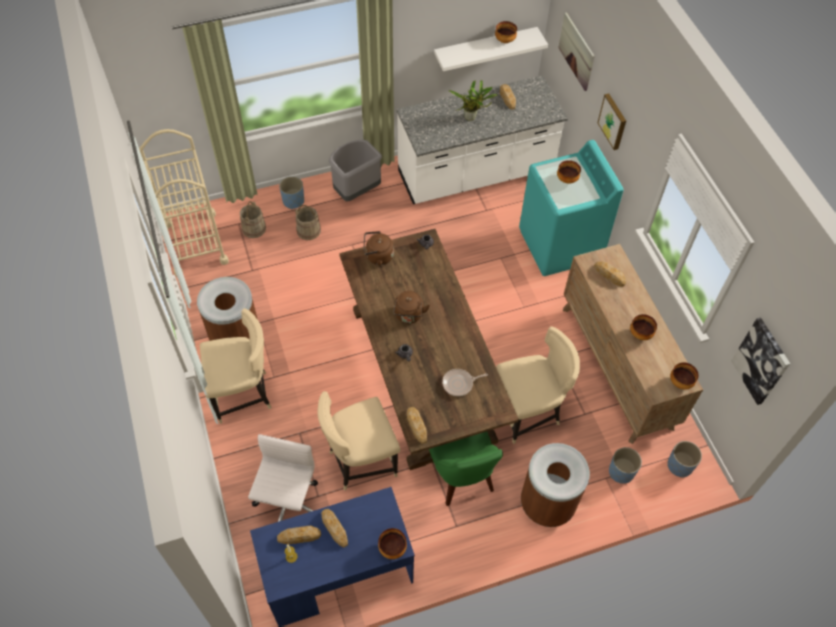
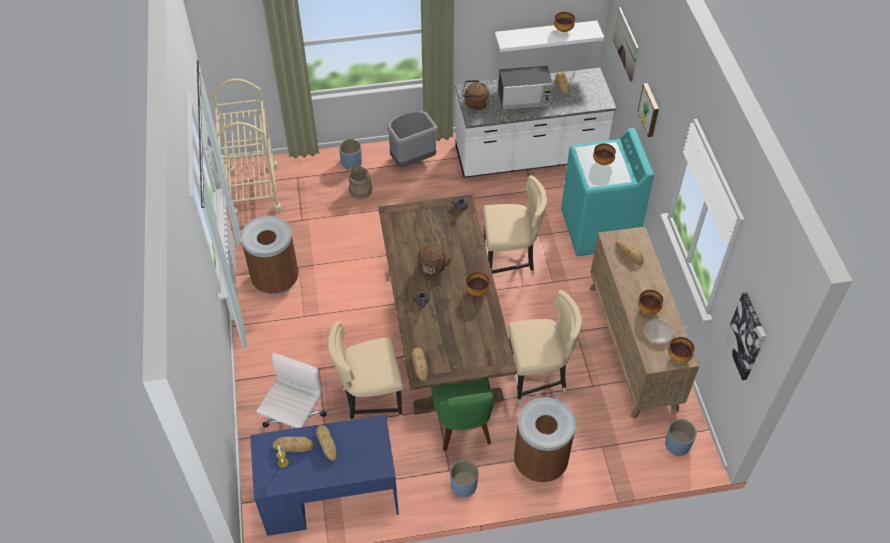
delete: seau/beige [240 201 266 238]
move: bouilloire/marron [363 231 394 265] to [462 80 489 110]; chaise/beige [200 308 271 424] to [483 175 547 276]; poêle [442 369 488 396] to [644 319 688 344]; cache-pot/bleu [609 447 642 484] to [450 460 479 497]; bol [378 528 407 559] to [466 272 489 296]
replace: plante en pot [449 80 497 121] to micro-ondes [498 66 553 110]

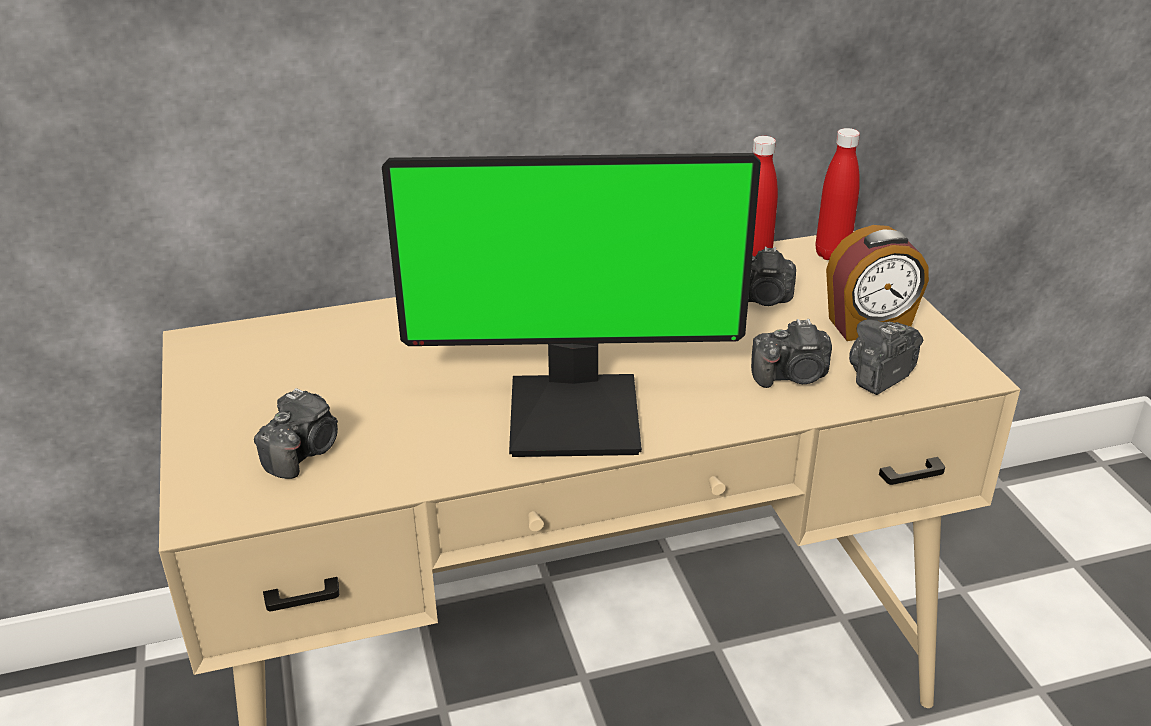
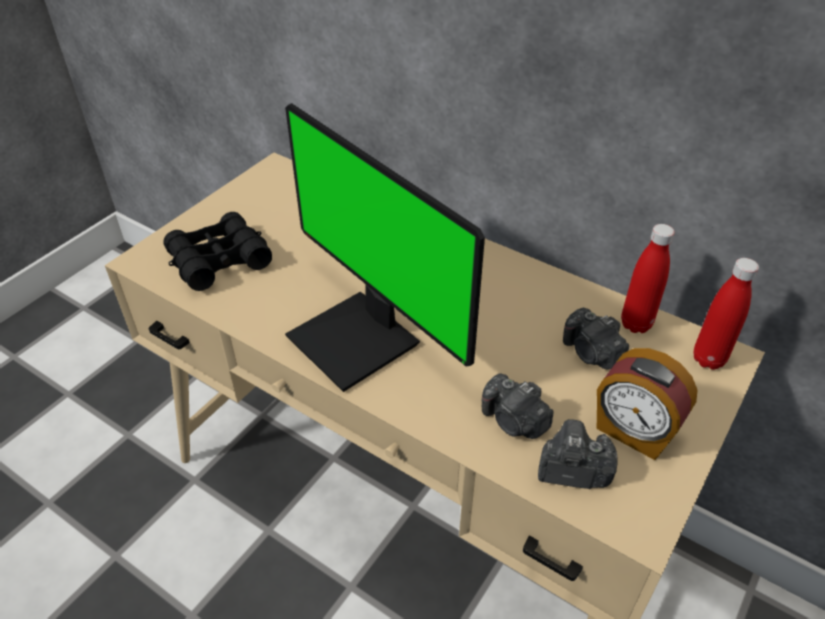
replace: appareil photo [254 388 338 479] to jumelles/noir [163 212 272 291]

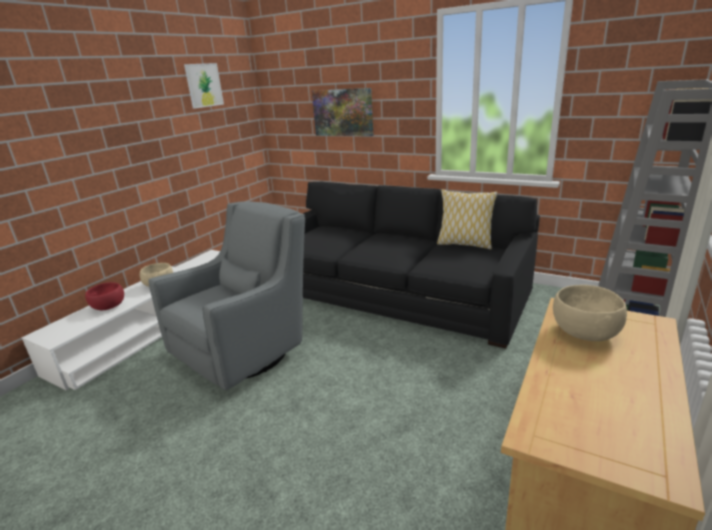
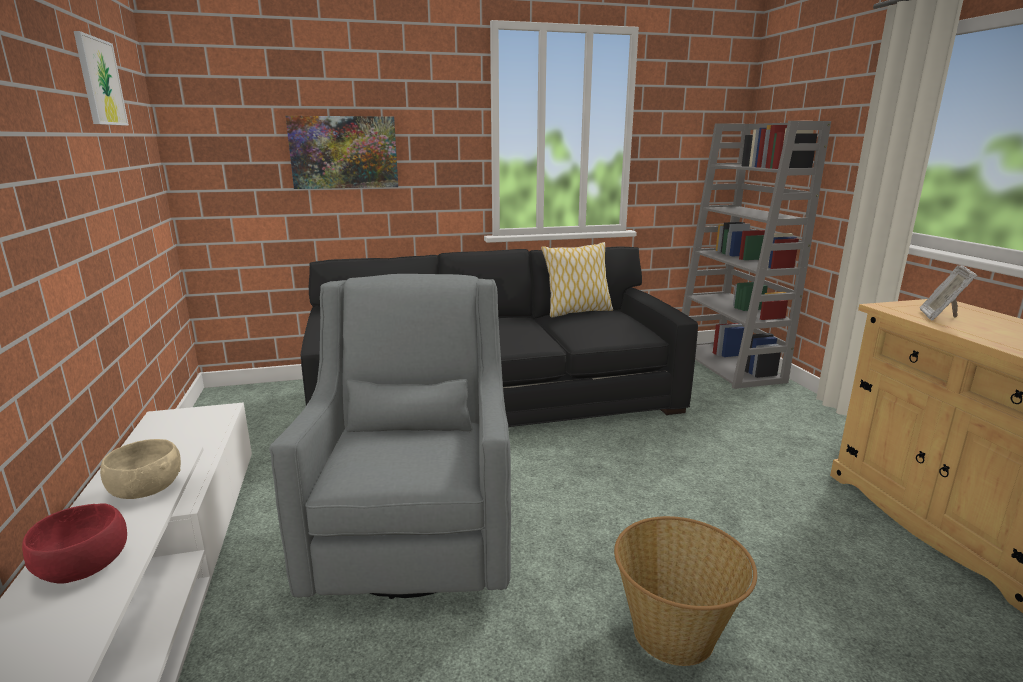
insert: panier [614 516 757 666]
replace: bol/beige [553 285 627 341] to cadre photo [920 265 977 320]

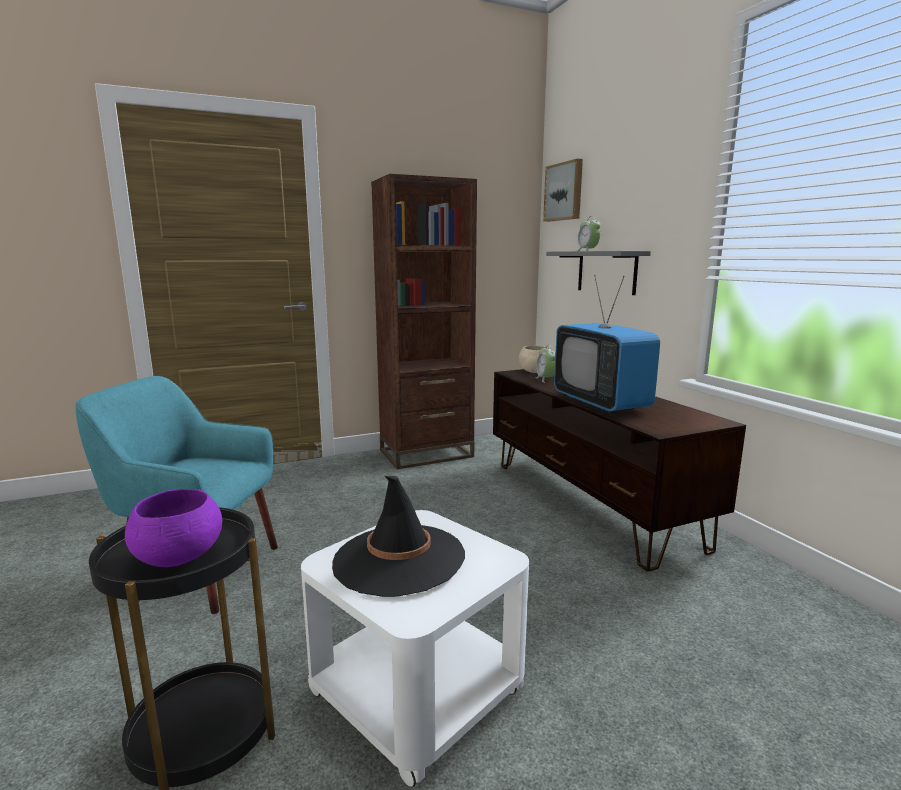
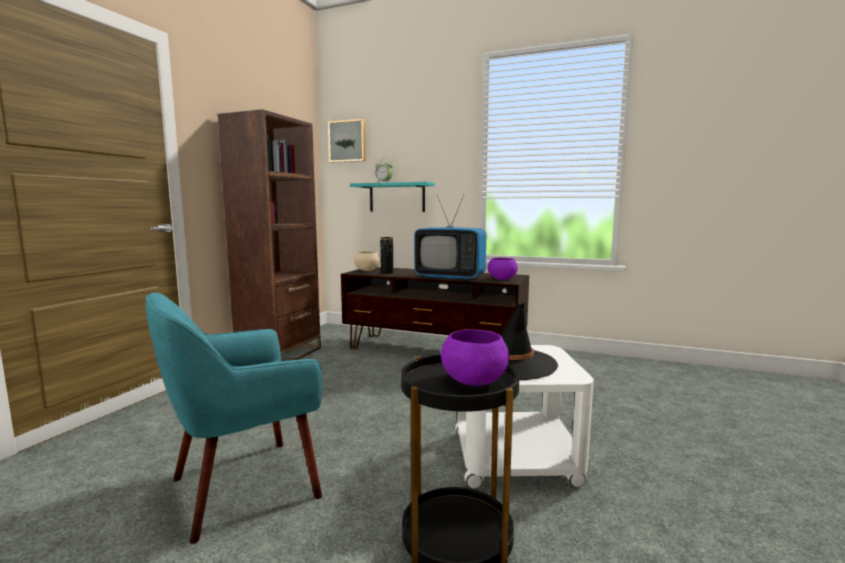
insert: bol/violet [487 258 518 280]
replace: réveil [535 345 556 383] to vase/noir [380 237 393 274]
recolor: étagère/gris [546 251 651 295] to étagère/turquoise [350 182 435 212]

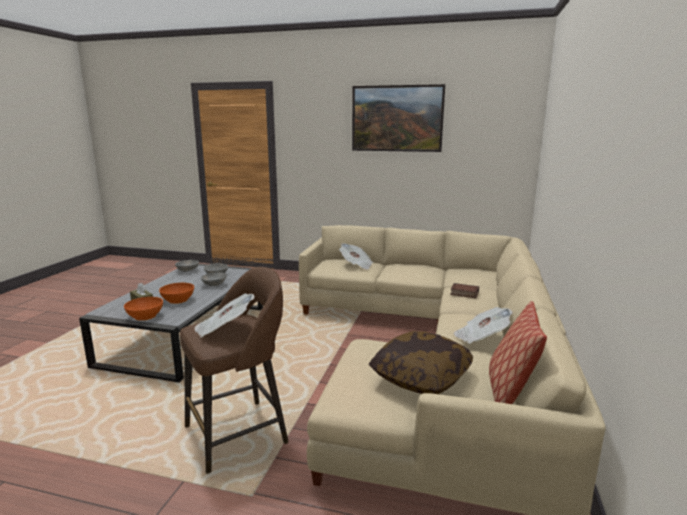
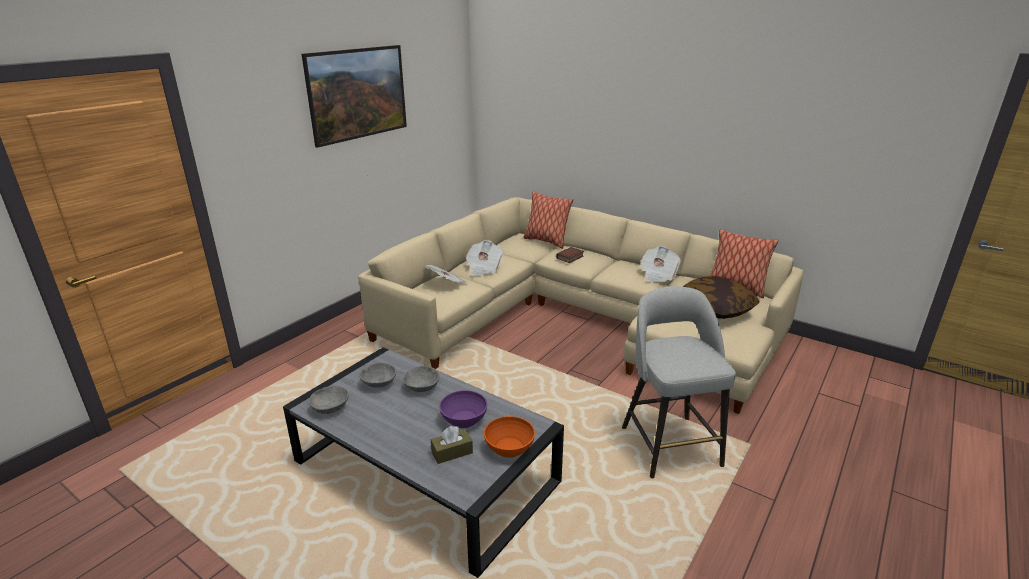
insert: coussin [523 191 573 249]
move: journal [194 293 254 338] to [466 240 504 276]
recolor: tabouret/marron [180 267 289 474] to tabouret/gris [622 286 736 478]; bol/orange [159 283 194 304] to bol/violet [439 390 487 428]

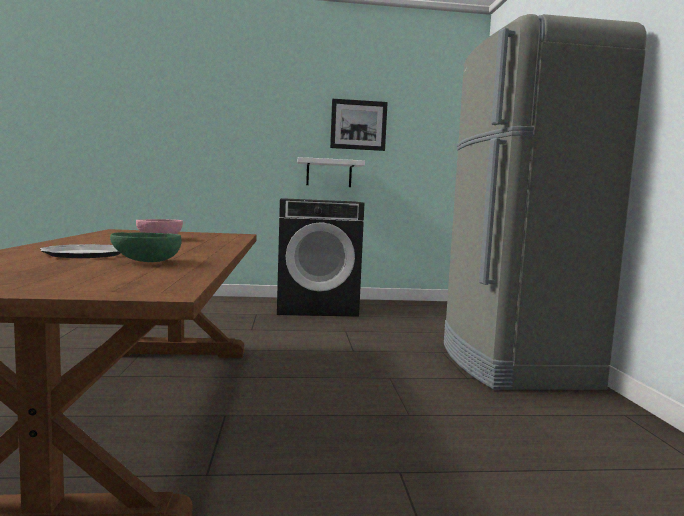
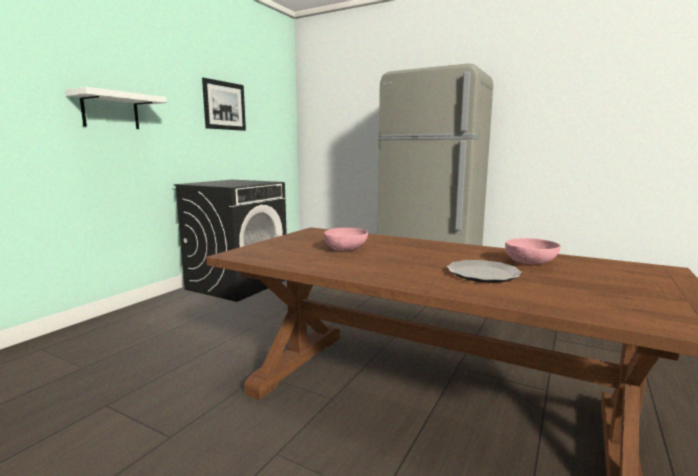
move: étagère/blanc [297 157 365 187] to [65 87 167 129]
recolor: bol/vert [110 232 181 262] to bol/rose [505 238 561 264]

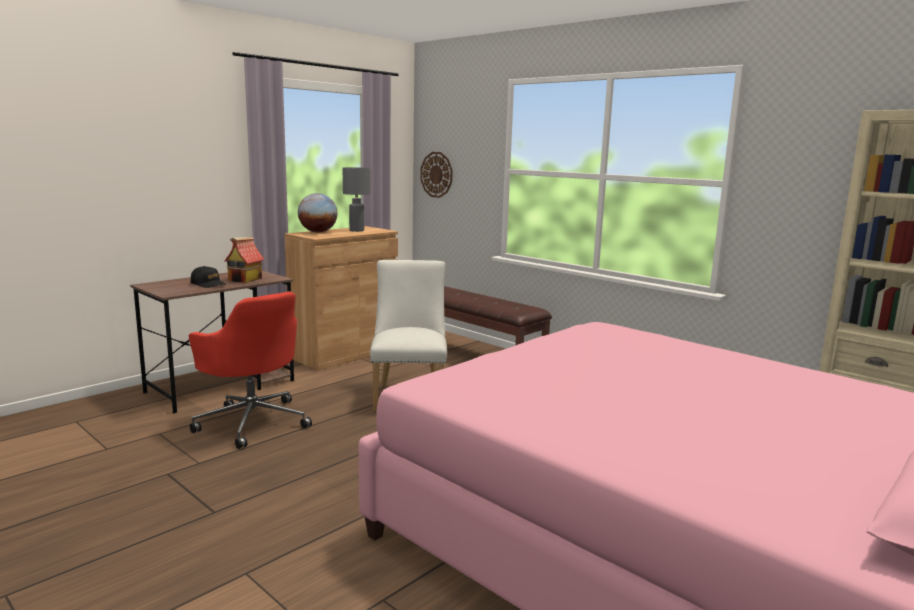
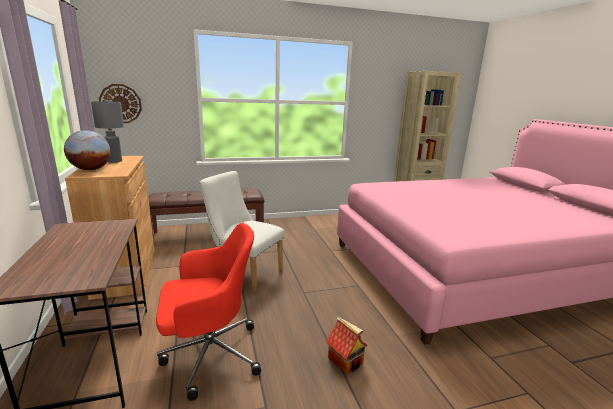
delete: casquette/noir [191 266 226 288]
move: maison miniature [225 237 265 283] to [326 316 367 374]

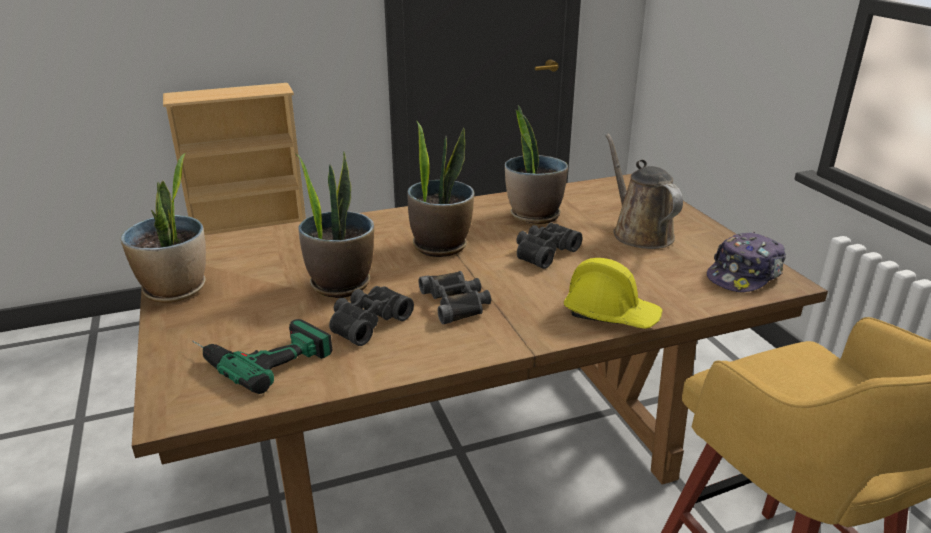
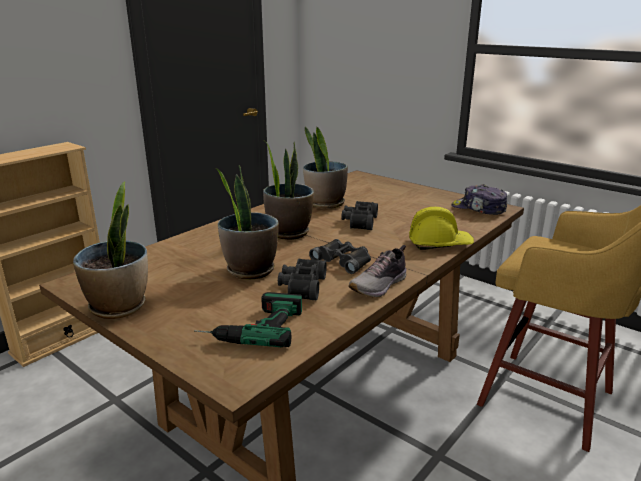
delete: arrosoir/marron [605 134 683 249]
insert: chaussure [348 245 406 297]
rotate: casquette [707 232 786 292] = [451 184 507 215] 105 degrees clockwise

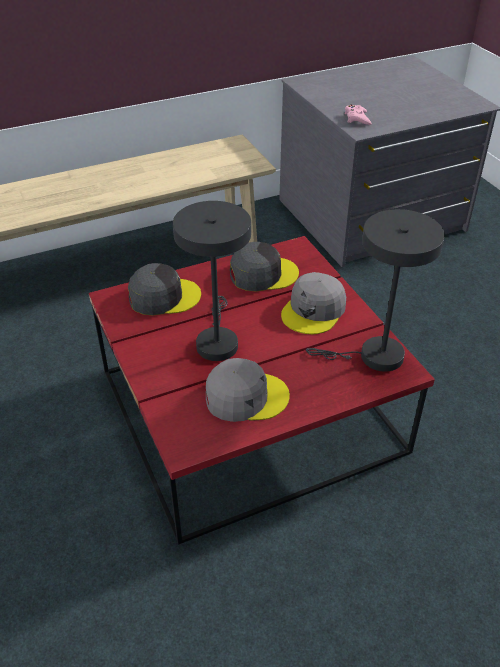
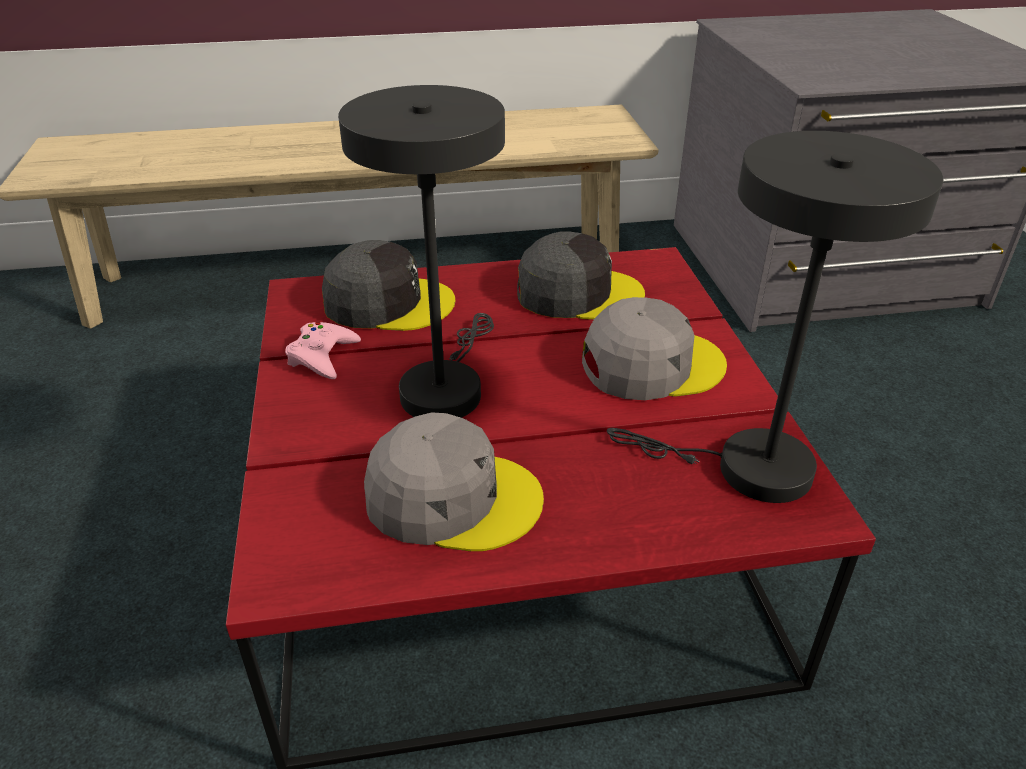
move: manette/rose [345 105 372 125] to [285 322 361 379]
rotate: casquette/gris [281 272 346 334] = [582 297 727 400] 150 degrees counterclockwise

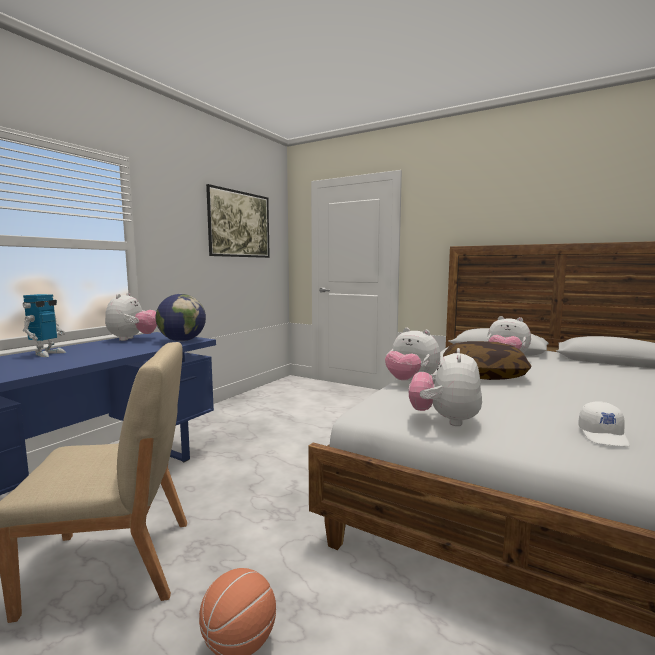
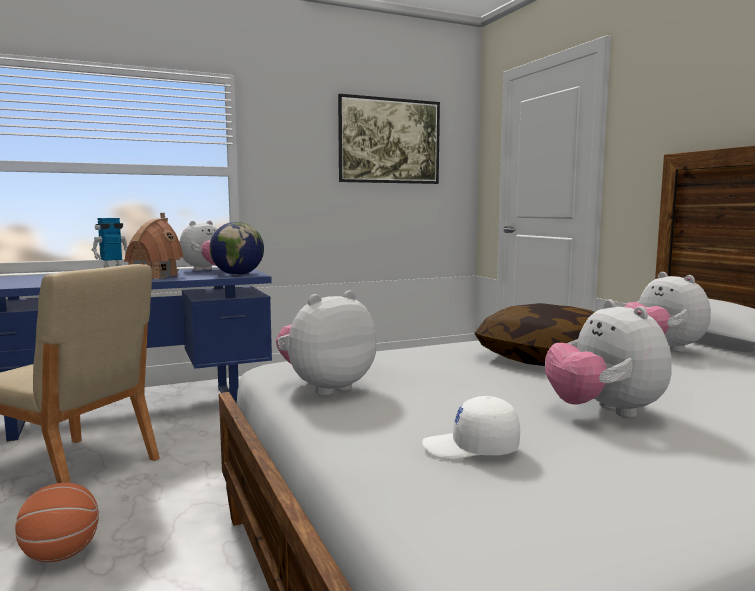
insert: maison miniature [124 213 183 279]
move: peluche [385 328 440 381] to [545 299 672 418]
rotate: casquette/blanc [578 401 630 446] = [422 396 520 459] 45 degrees clockwise

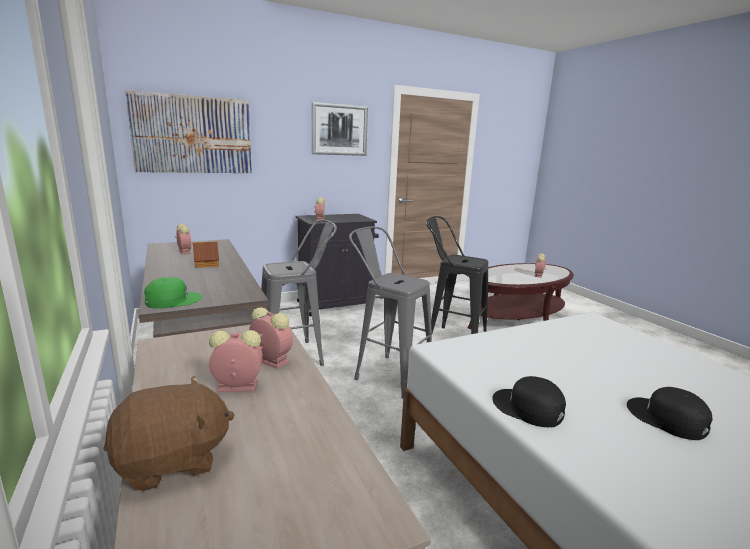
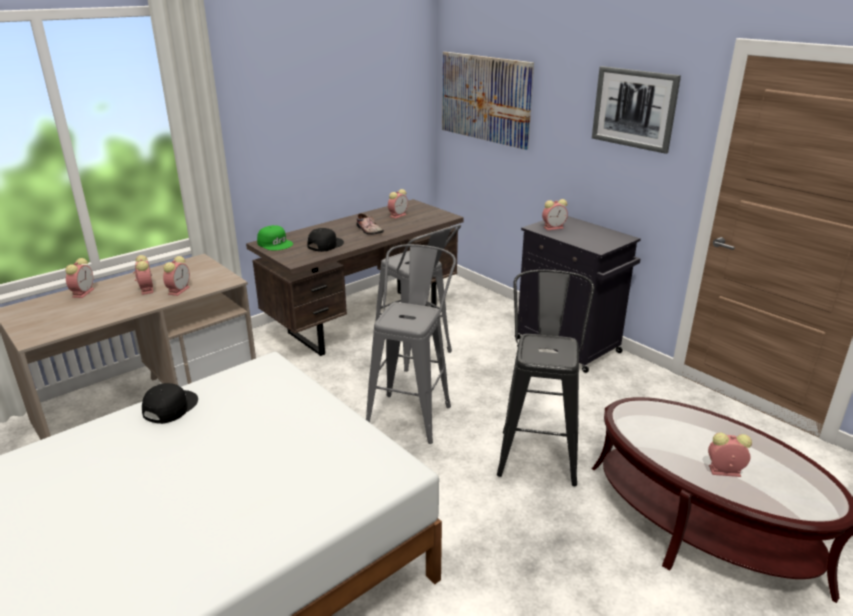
move: casquette/noir [627 387 712 440] to [307 228 344 252]
replace: maison miniature [192 242 219 268] to chaussure [357 213 384 235]; peluche/marron [103 375 235 491] to réveil [65 258 94 298]

